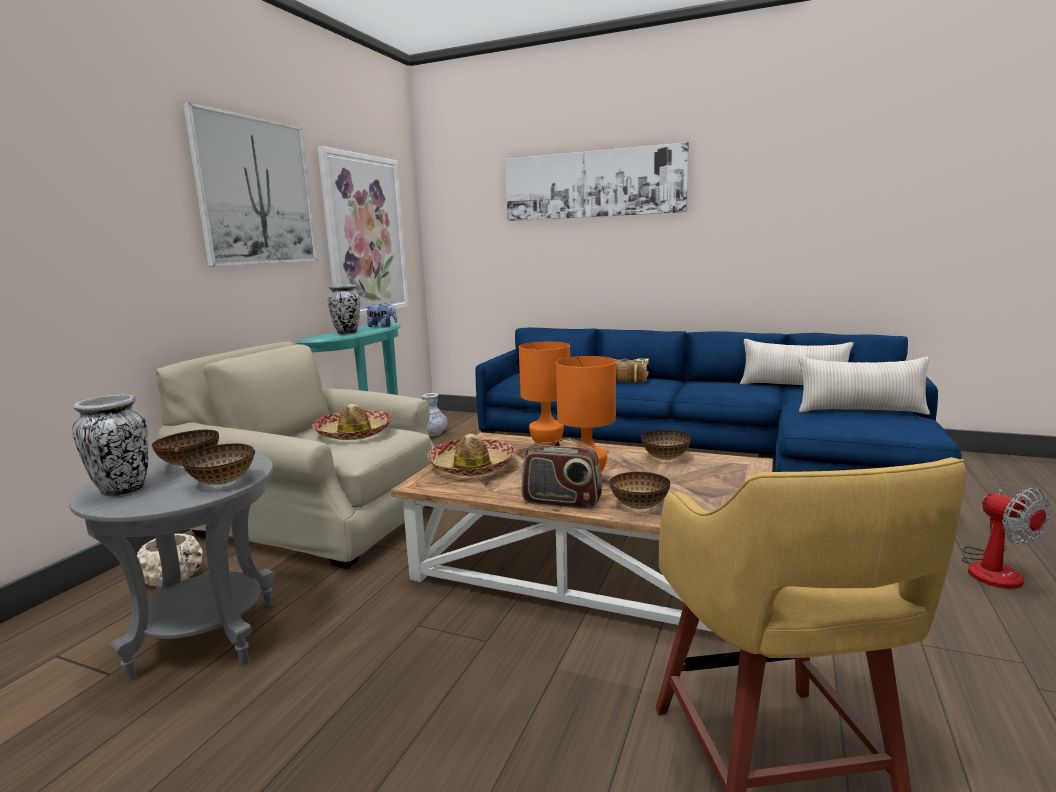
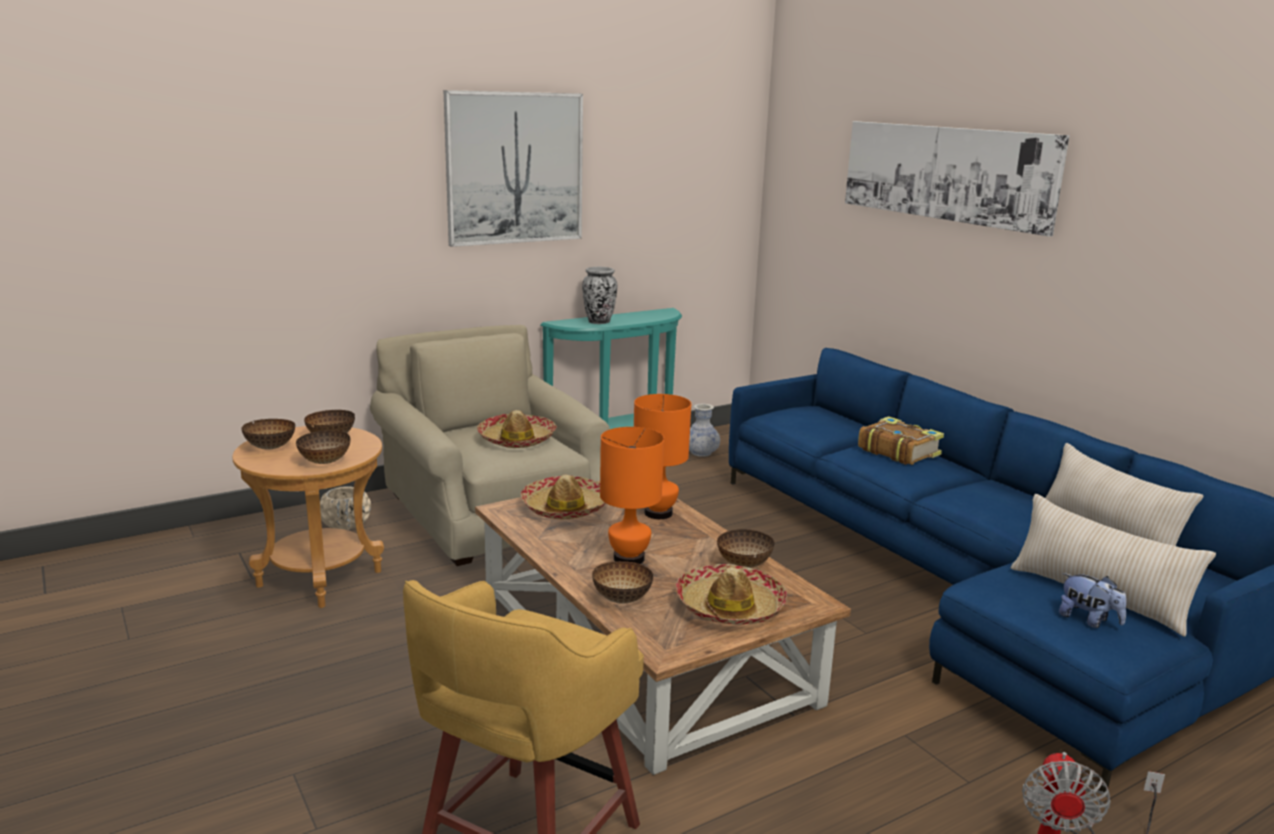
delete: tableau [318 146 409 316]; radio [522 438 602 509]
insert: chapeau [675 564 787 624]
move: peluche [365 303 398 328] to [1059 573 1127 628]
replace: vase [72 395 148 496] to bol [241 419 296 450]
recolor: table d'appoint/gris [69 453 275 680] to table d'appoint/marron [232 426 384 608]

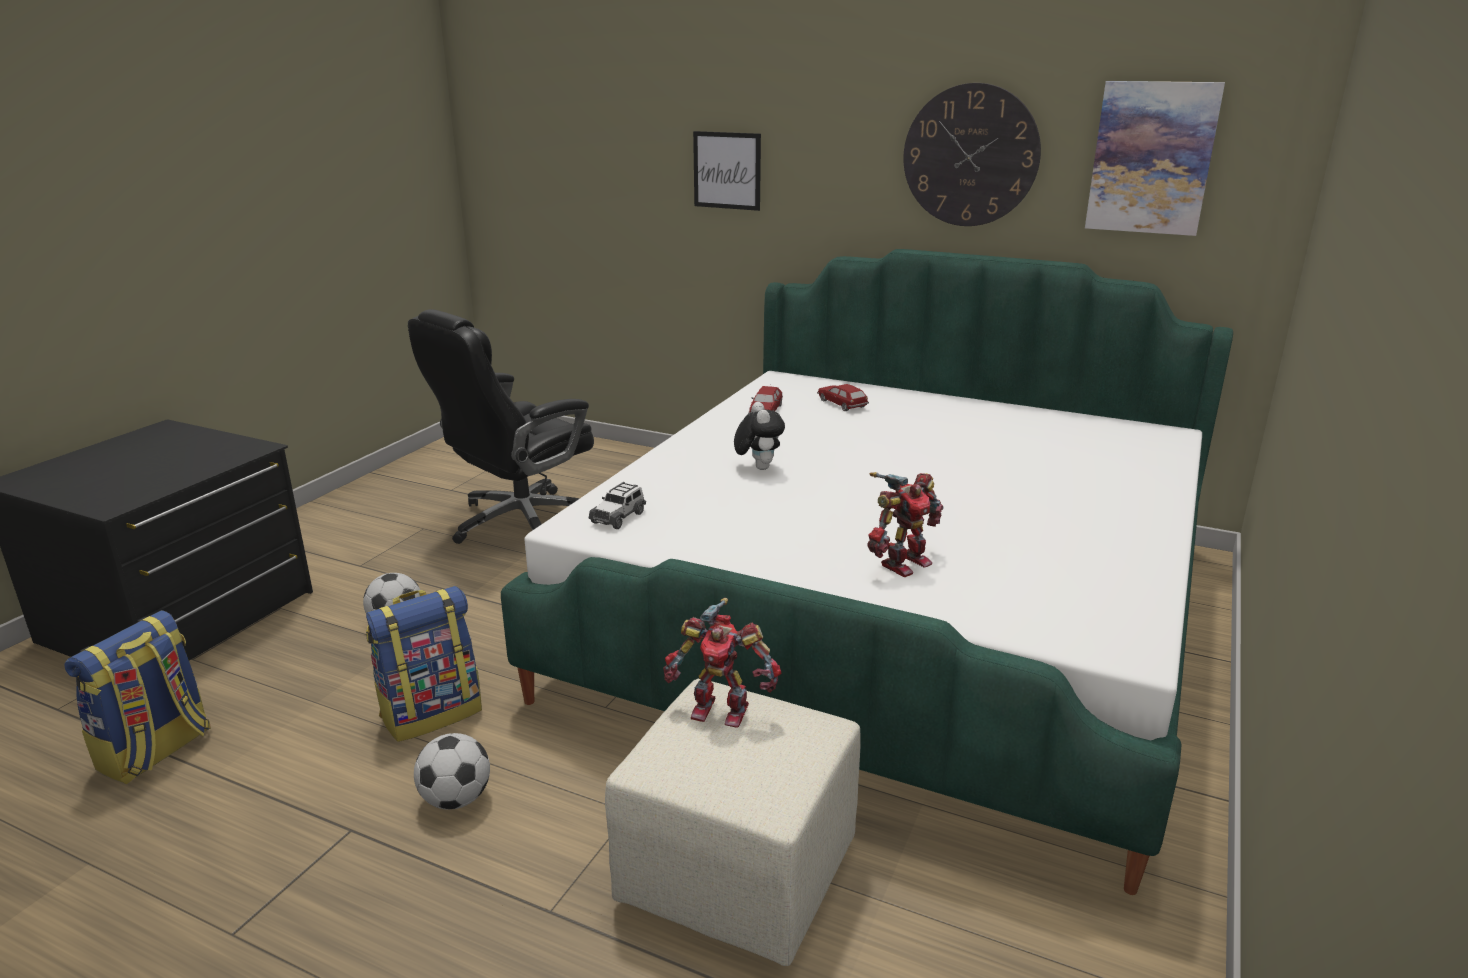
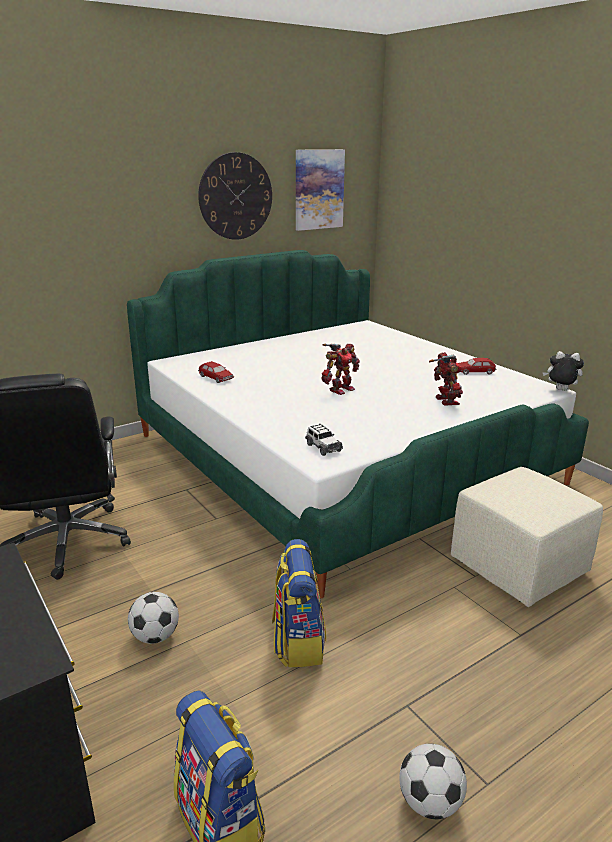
delete: tableau [693 131 761 211]
move: petite voiture [817 384 869 411] to [458 358 497 375]; peluche [734 402 785 470] to [543 351 584 391]; robot jouet [663 598 781 728] to [322 344 360 395]; ballon de foot [414 733 490 810] to [399 744 467 819]

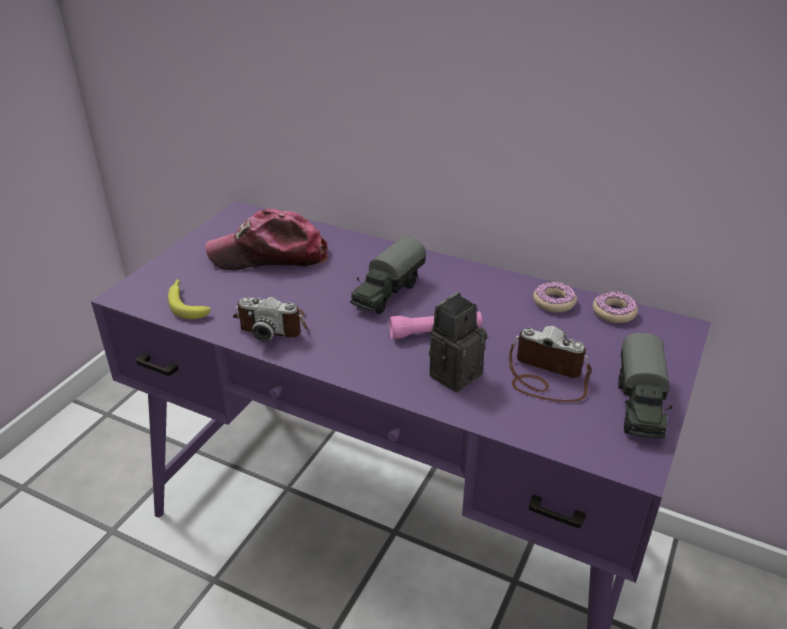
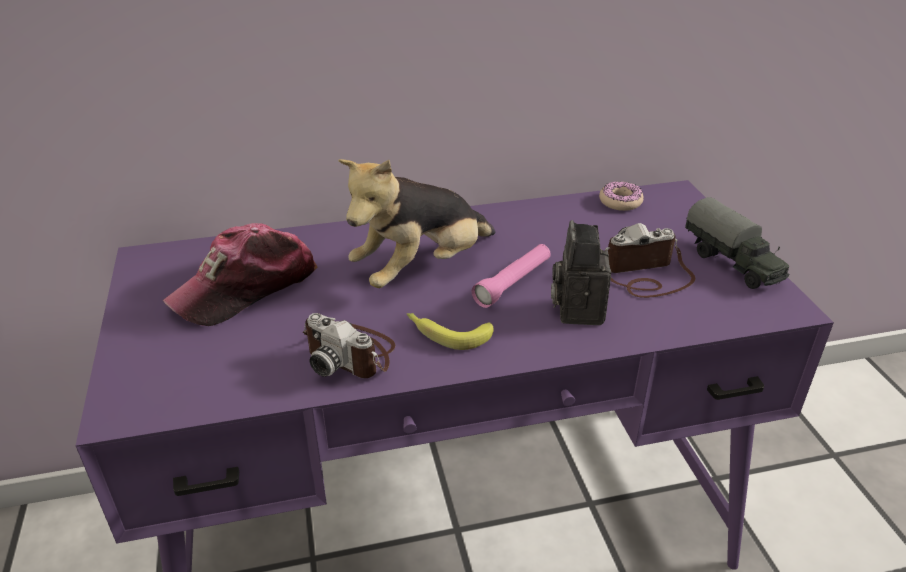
delete: beignet [533 281 577 312]
move: banane [168 279 211 319] to [407 313 494 350]
replace: camion jouet [350 236 426 314] to peluche [338 159 496 288]
rotate: appareil photo [233 297 308 342] = [303 313 395 378] 60 degrees clockwise

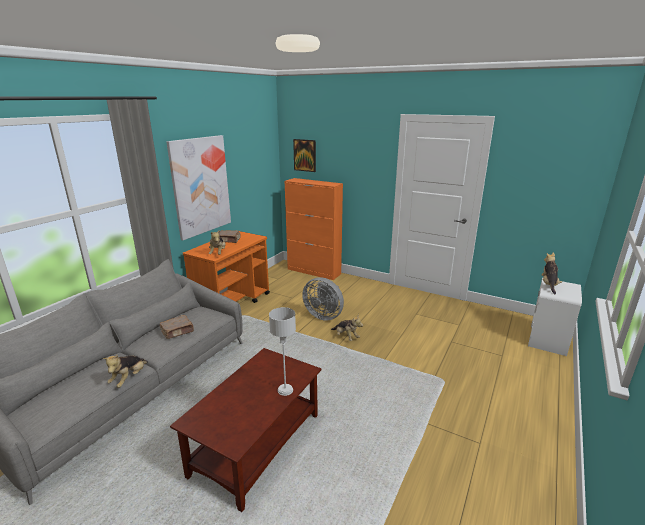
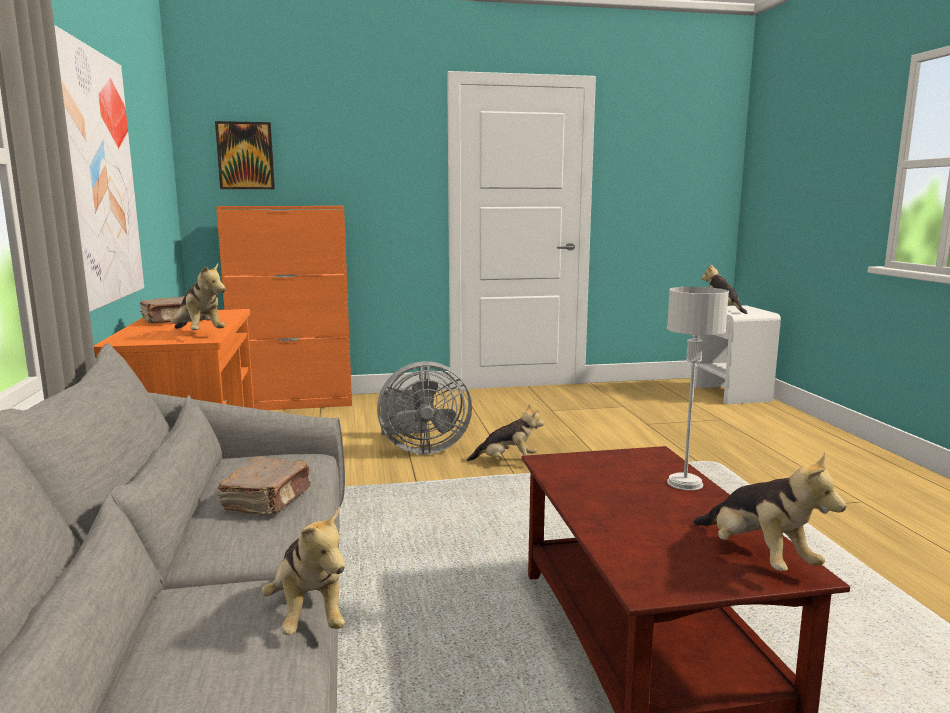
insert: peluche [693 453 846 571]

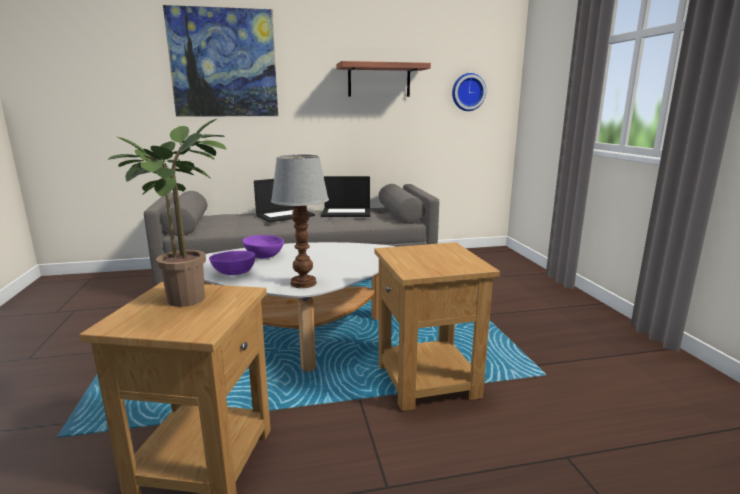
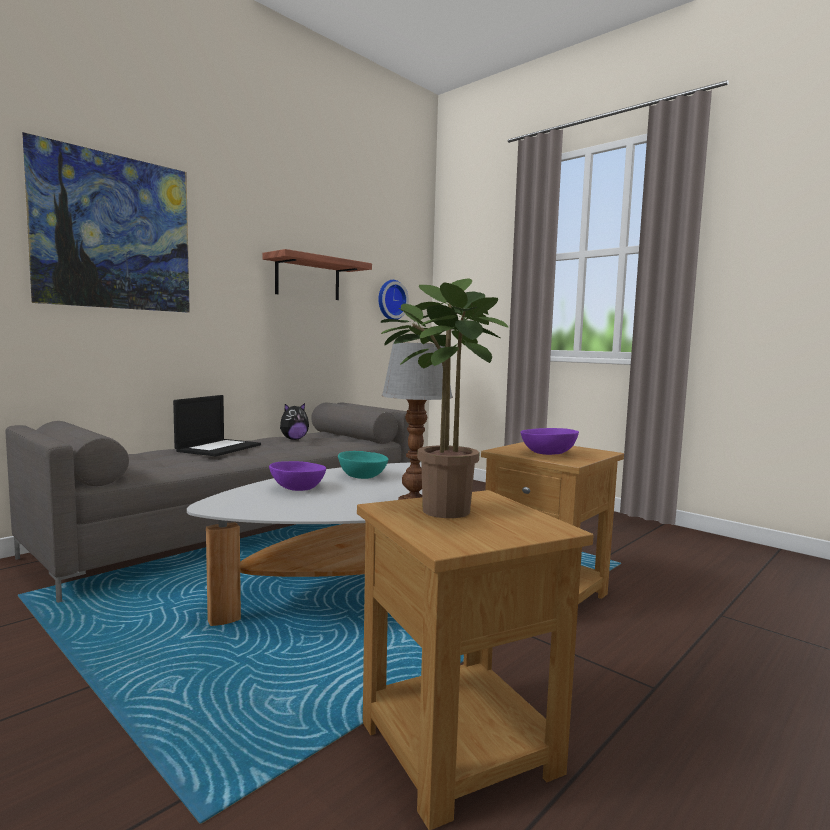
insert: bol/turquoise [338 451 388 479]
move: bol/violet [209 251 255 275] to [520 428 579 455]
replace: ordinateur portable [321 176 370 217] to peluche [280 403 309 440]

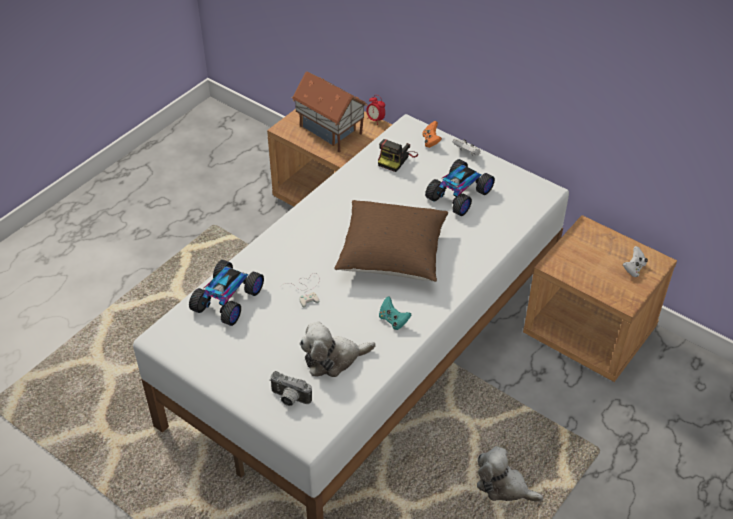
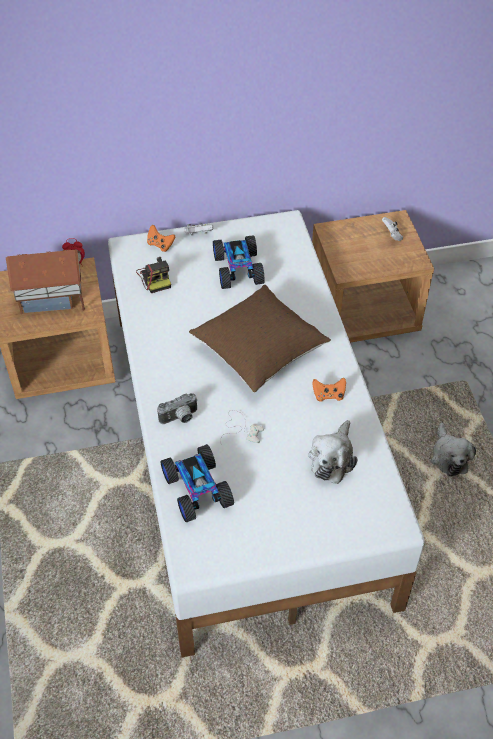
move: appareil photo [269 371 312 406] to [157 393 198 424]
recolor: manette/turquoise [379 296 411 330] to manette/orange [313 378 346 402]
rotate: peluche [477 446 543 502] = [431 423 476 476] 75 degrees counterclockwise

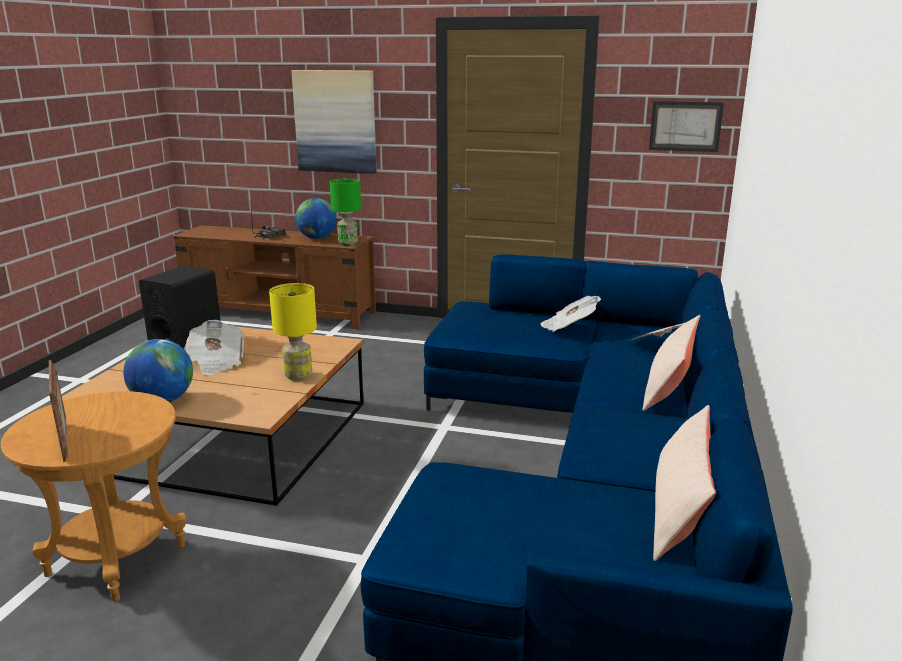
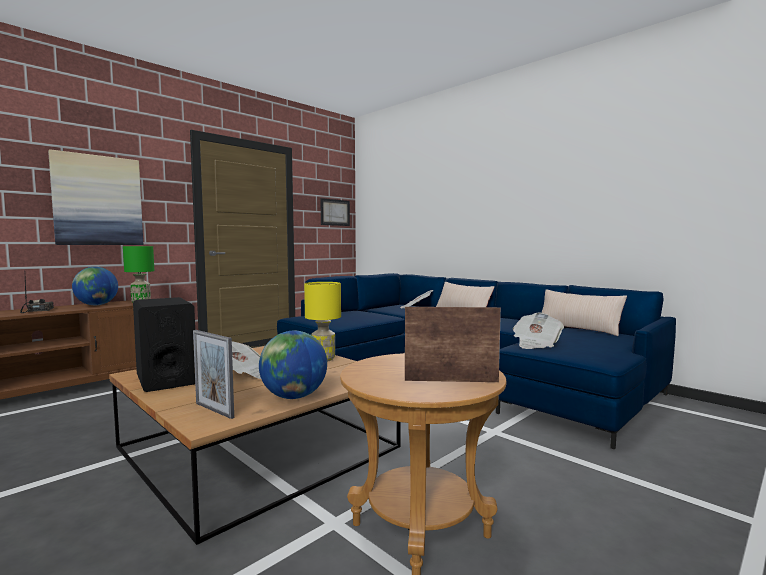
insert: cadre photo [193 330 234 419]
move: journal [540 296 601 332] to [513 313 564 349]

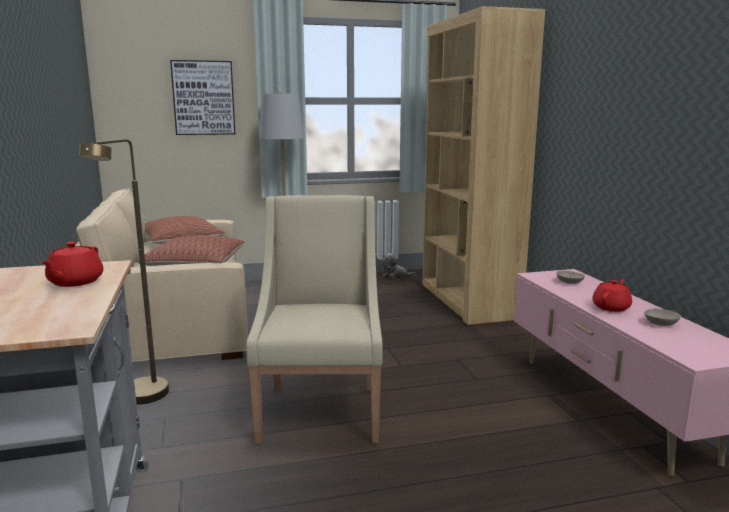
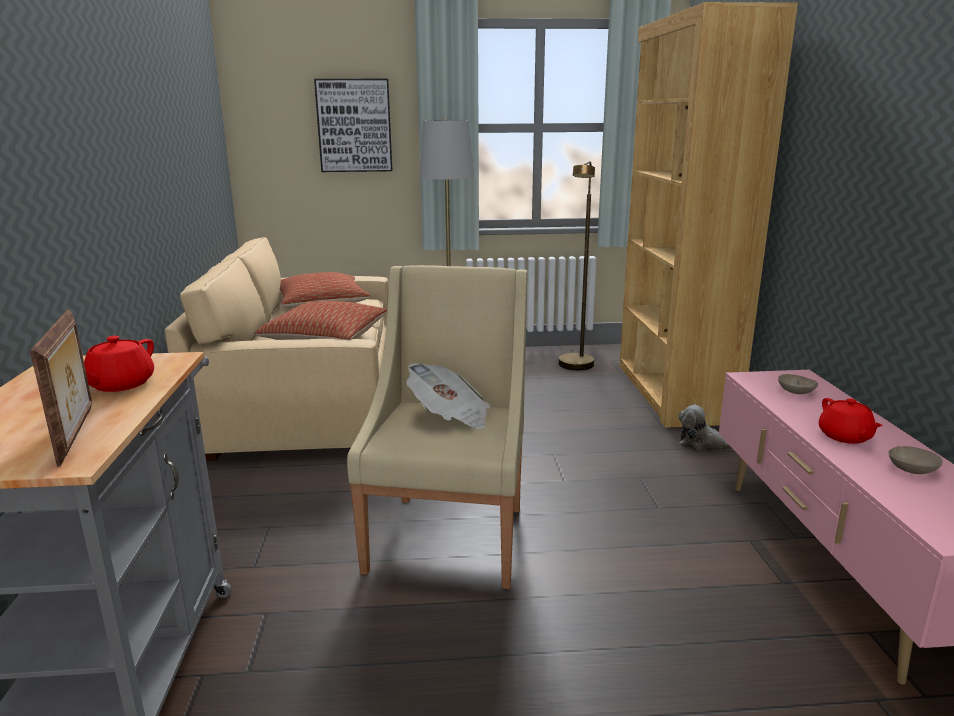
insert: cadre photo [30 310 92 467]; journal [406 363 490 430]
move: lampadaire/marron [79 139 169 404] to [559 161 595 370]; peluche [381 253 416 278] to [678 404 733 451]
rotate: théière/rouge [592 279 632 312] = [819 398 883 444] 120 degrees clockwise

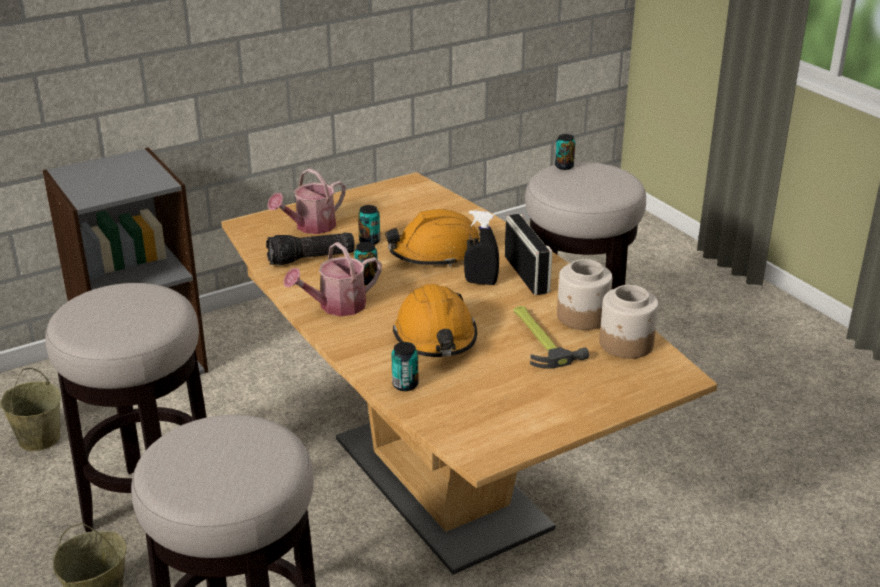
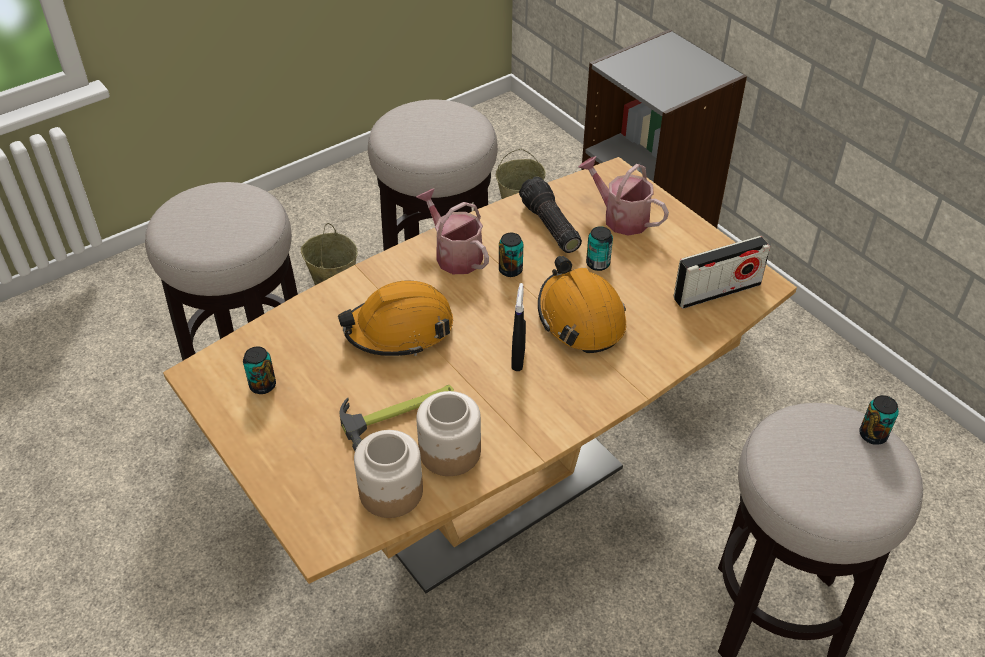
move: radio [505 214 553 295] to [674 236 770 309]; boîte métallique [391 342 418 391] to [243 346 276 394]

